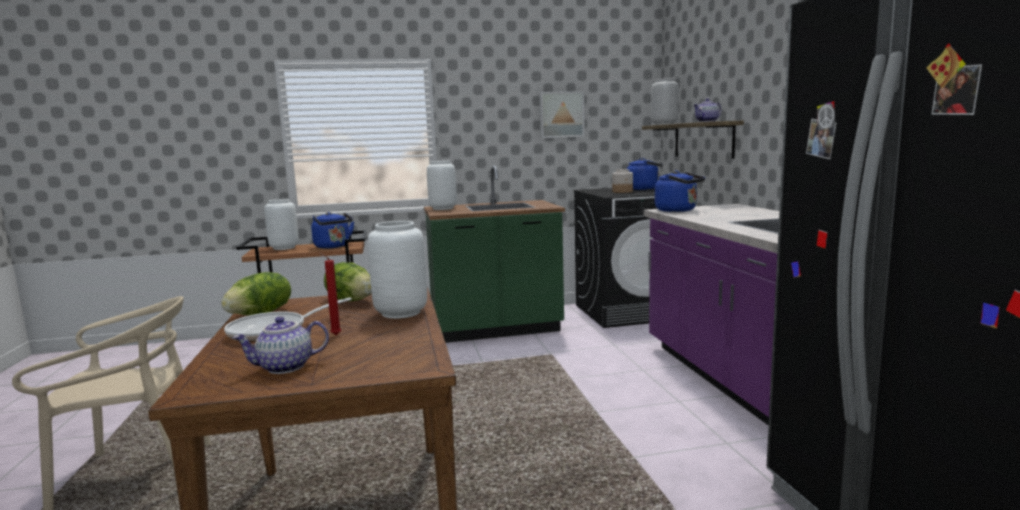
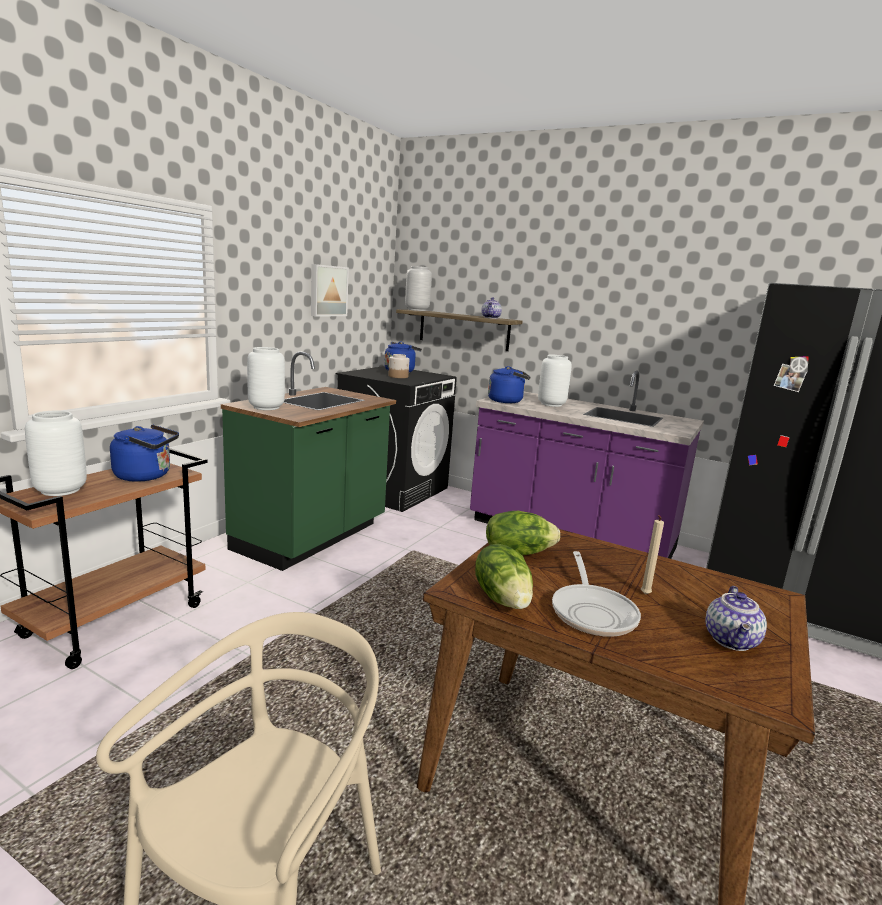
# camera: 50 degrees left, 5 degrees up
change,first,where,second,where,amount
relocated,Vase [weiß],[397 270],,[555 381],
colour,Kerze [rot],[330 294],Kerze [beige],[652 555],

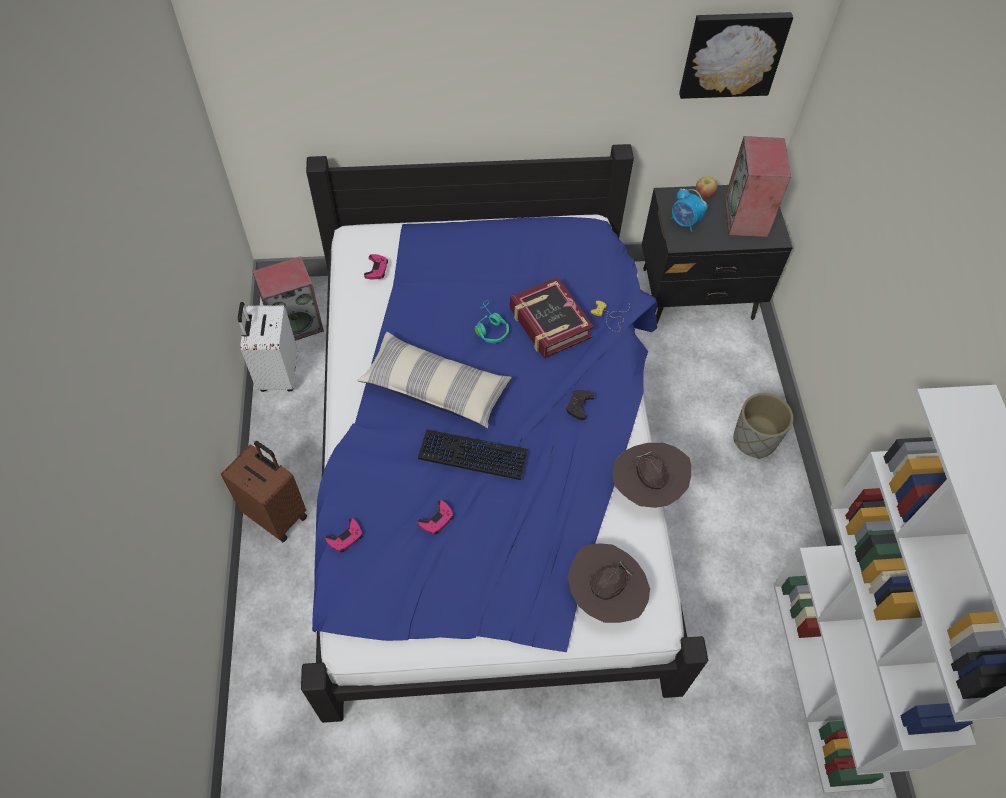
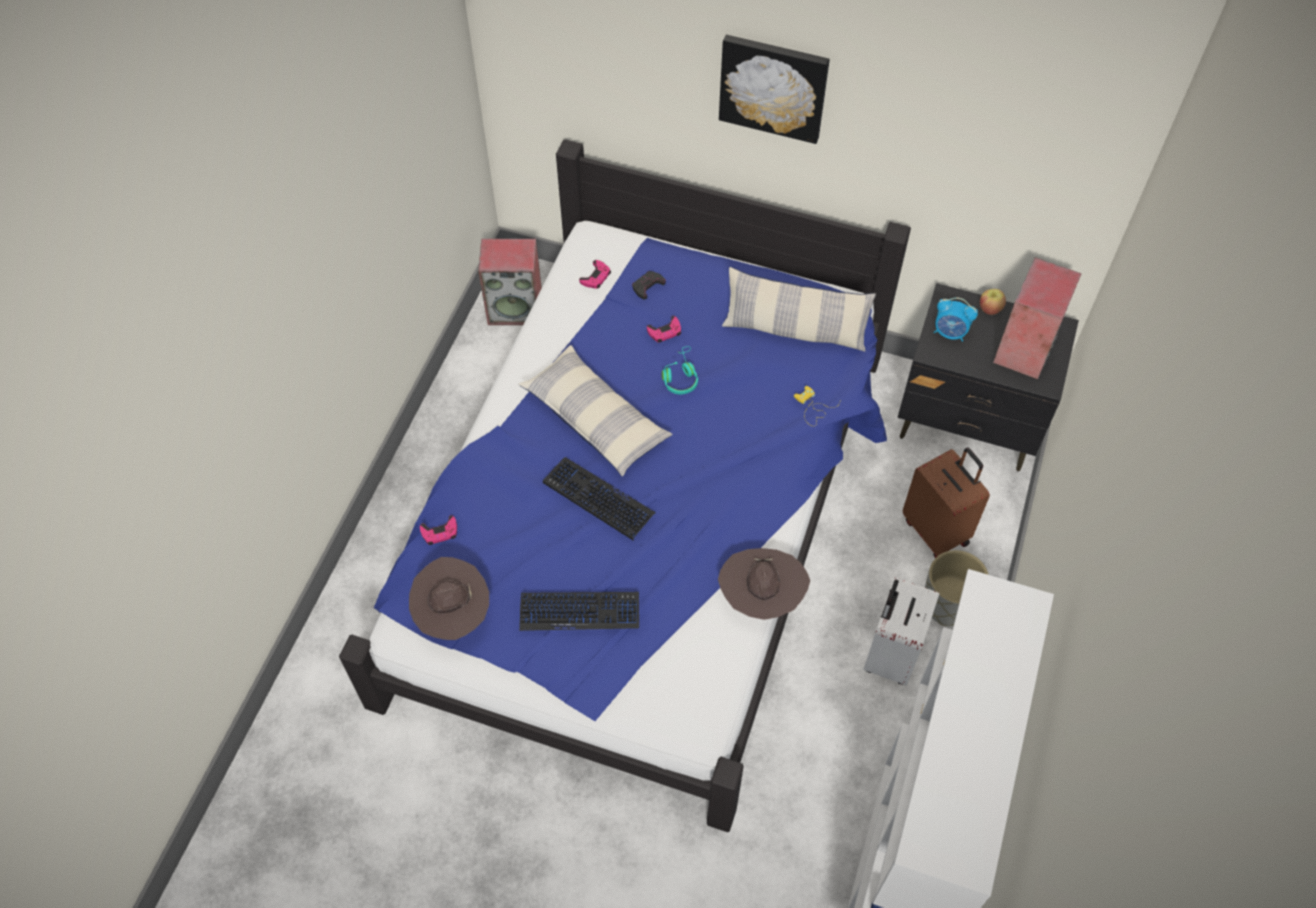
# camera: 25 degrees right, 0 degrees up
change,first,where,second,where,amount
missing,Buch,[552 317],,,
appeared,,,Tastatur,[579 611],
appeared,,,Kissen,[799 309],
relocated,Koffer [braun],[264 491],,[946 503],
relocated,Koffer [weiß],[267 347],,[901 631],
relocated,Gamepad [rosa],[436 517],,[664 329],
relocated,Gamepad [schwarz],[580 405],,[649 285],
relocated,Hut [braun],[609 583],,[449 598],
relocated,Bild,[736 55],,[774 89],
spun,Wecker,[689 210],,[955 319],45 degrees counterclockwise

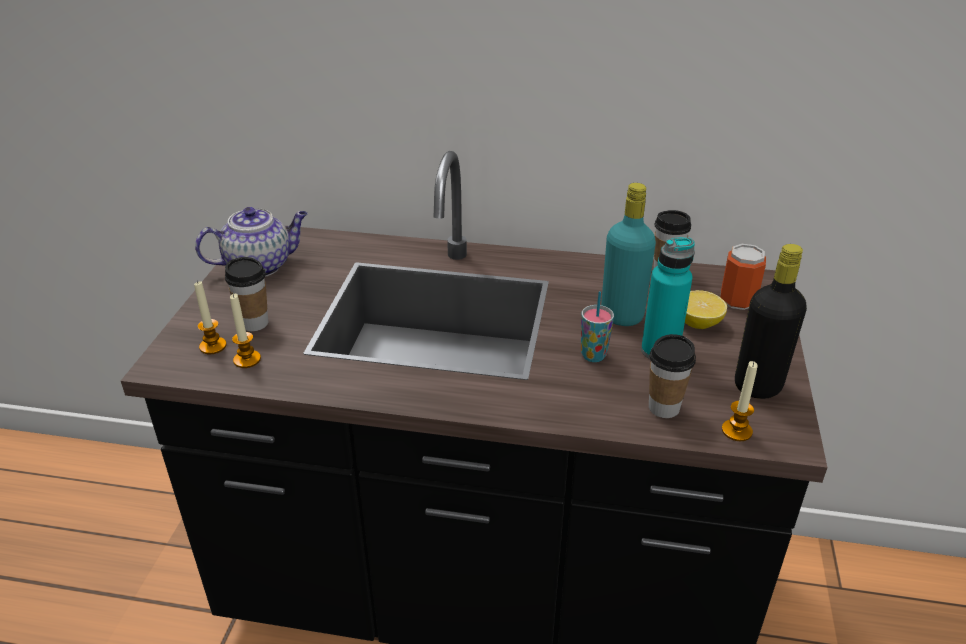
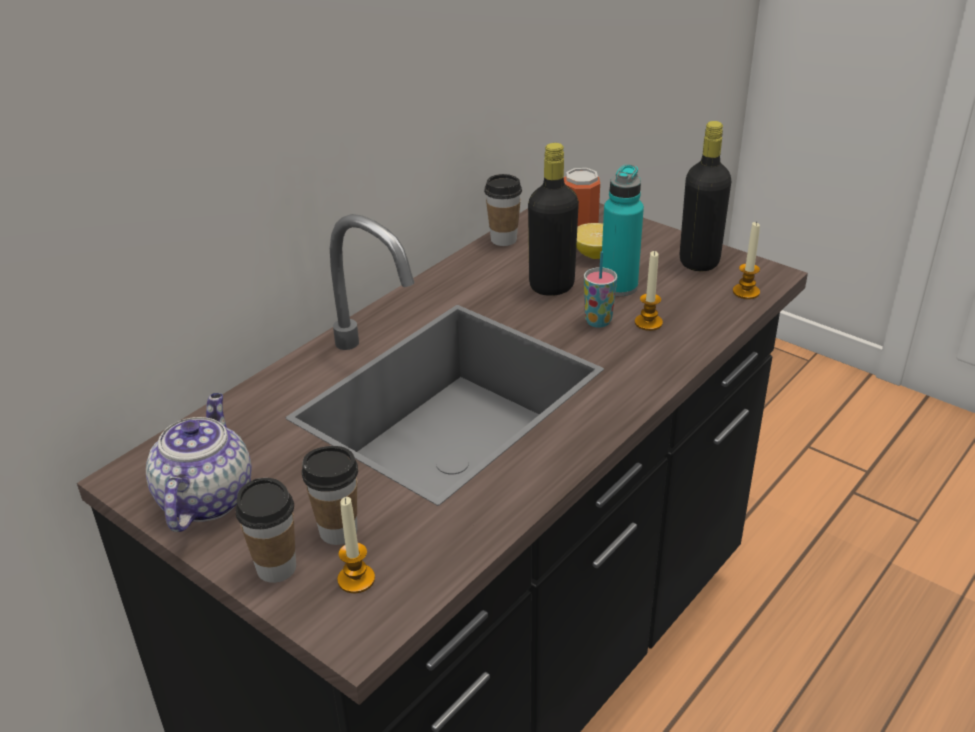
# camera: 60 degrees left, 0 degrees up
change,first,where,second,where,amount
relocated,Kerze,[245 331],,[649 291],
relocated,Tasse,[672 376],,[266 530],
colour,Flasche [türkis],[628 254],Flasche [schwarz],[553 219],

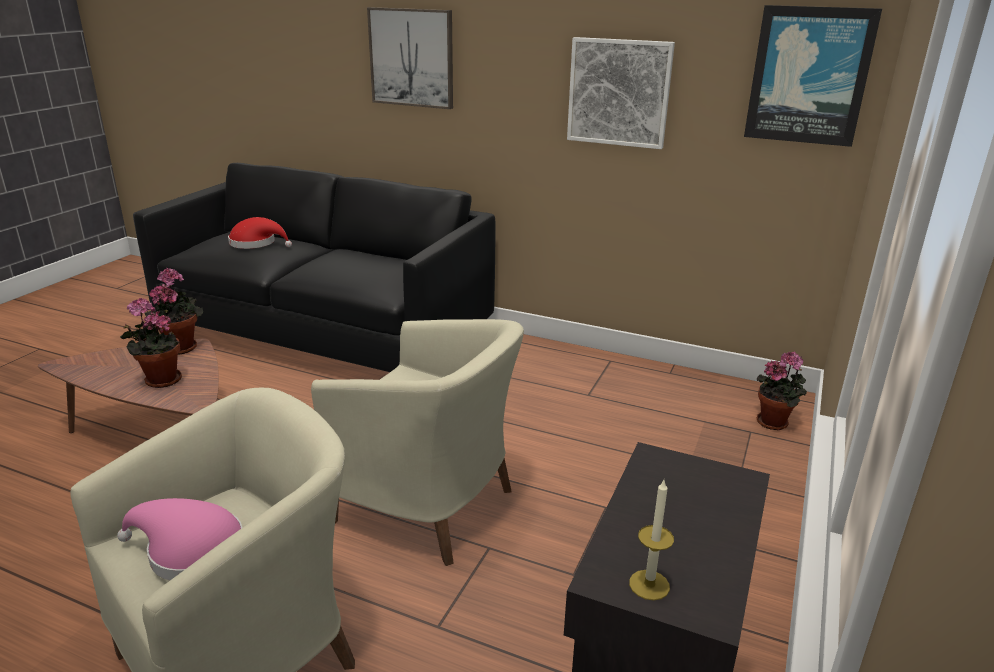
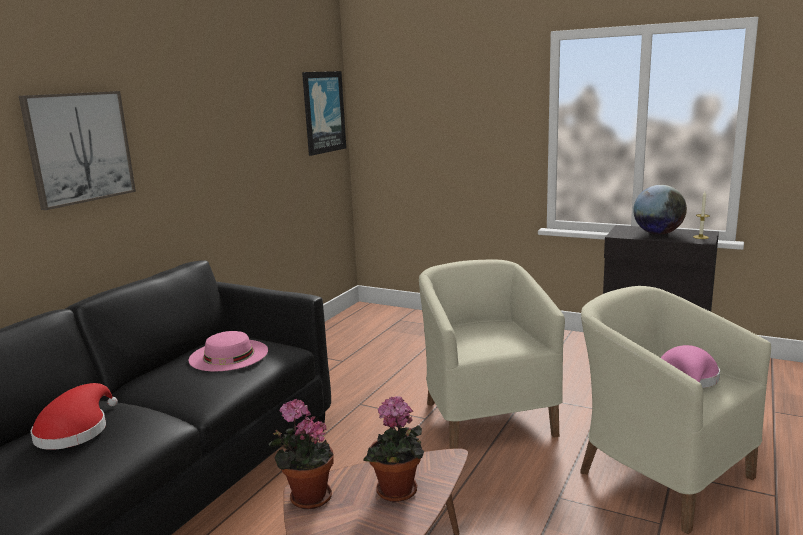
# camera: 85 degrees left, 10 degrees down
change,first,where,second,where,amount
missing,Bild,[621 93],,,
missing,Topfpflanze,[782 391],,,
appeared,,,Hut [rosa],[228 351],
appeared,,,Globus,[660 209],
spun,Sessel [beige],[417 442],,[492 354],45 degrees counterclockwise

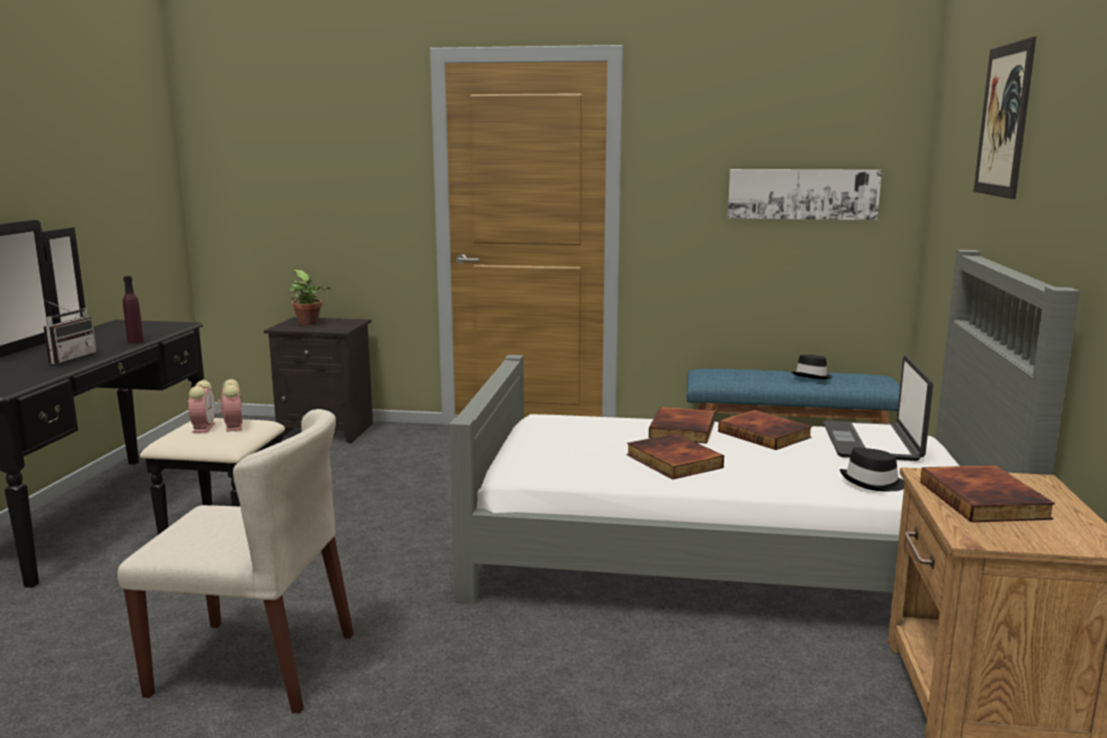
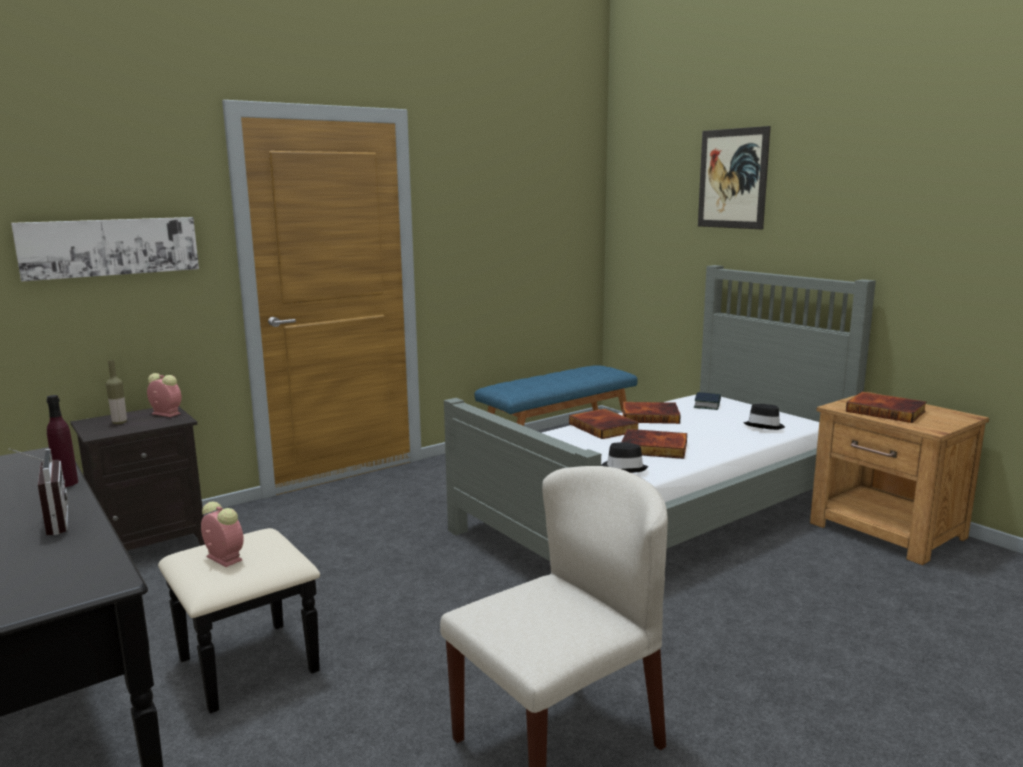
# camera: 45 degrees left, 0 degrees up
change,first,where,second,where,amount
relocated,Wecker,[230 405],,[164 395],
relocated,Bild,[805 194],,[105 249],
relocated,Hut [schwarz],[812 367],,[624 457],
exchanged,Topfpflanze,[310 297],Flasche,[116 392],
exchanged,Laptop,[878 408],Buch,[707 401],

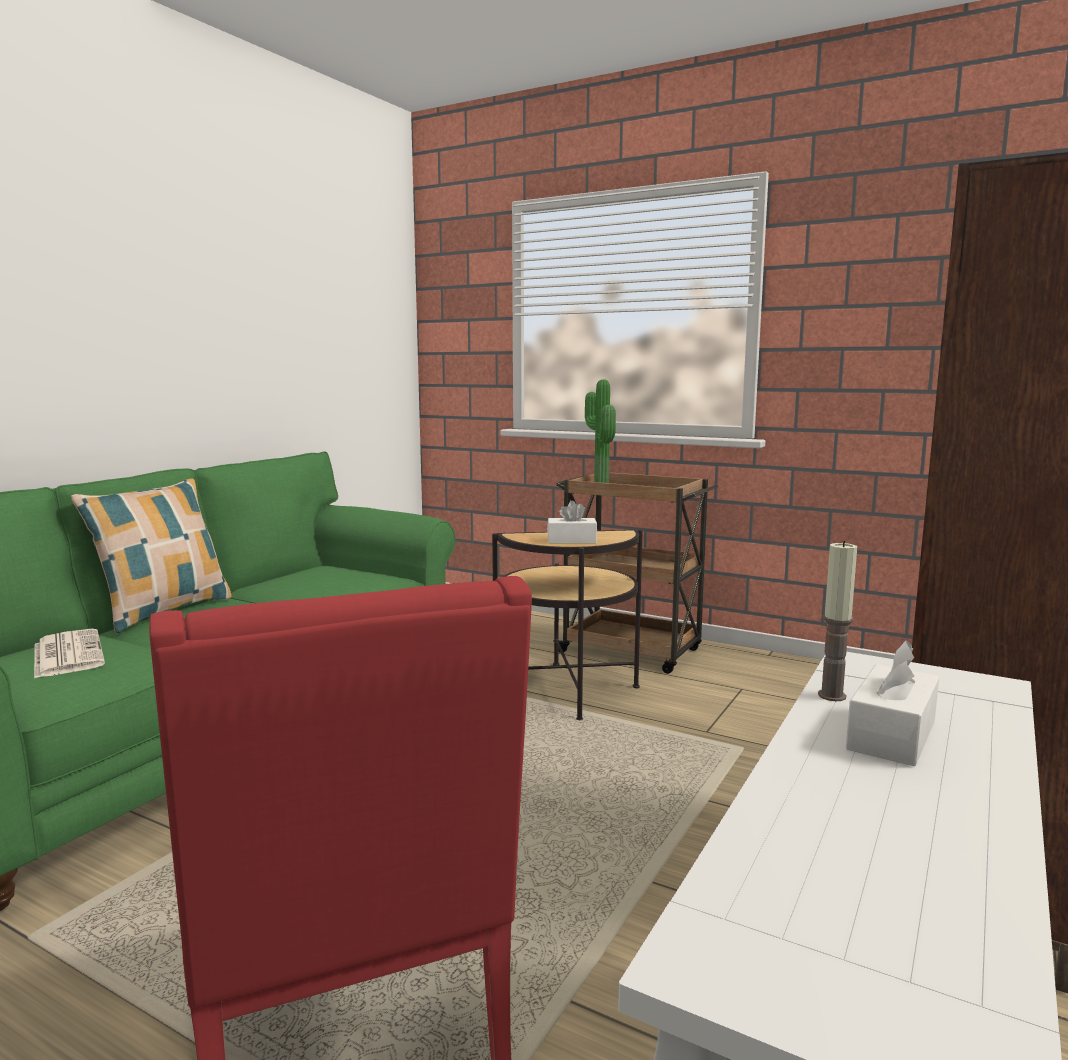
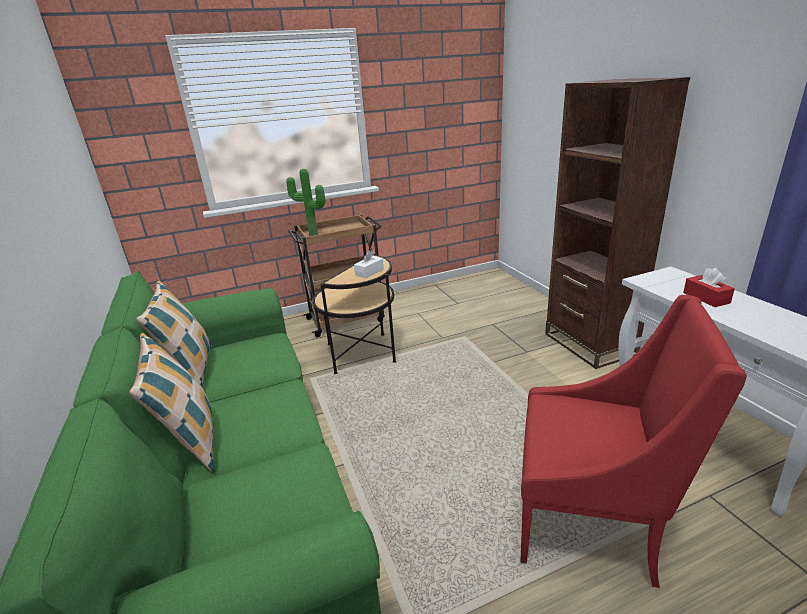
# camera: 50 degrees left, 15 degrees up
change,first,where,second,where,amount
missing,Zeitung,[69 654],,,
missing,Kerze,[837 621],,,
appeared,,,Kissen,[174 334],
colour,Taschentuchbox [weiß],[892 703],Taschentuchbox [rot],[709 287],

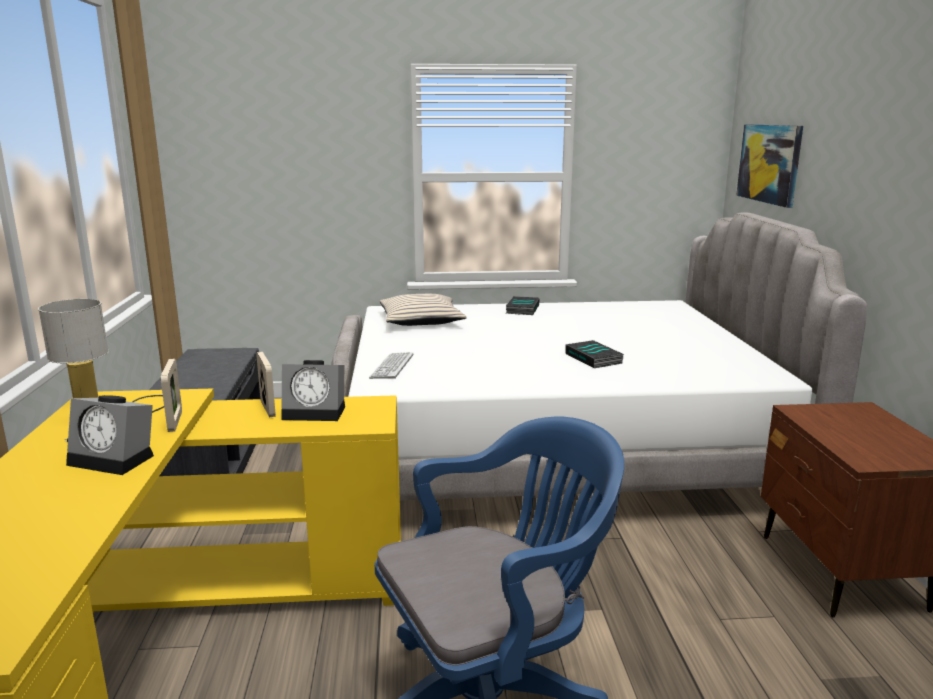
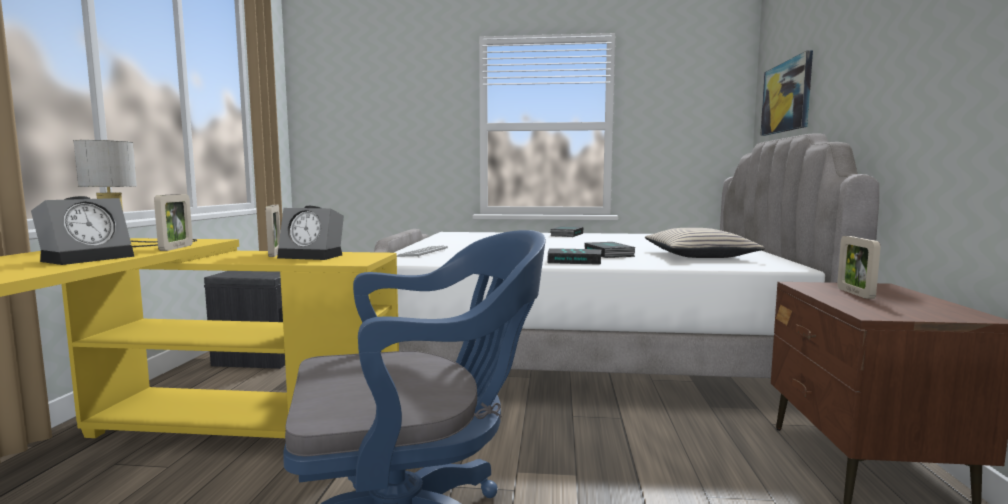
# camera: 10 degrees right, 10 degrees down
change,first,where,second,where,amount
appeared,,,Buch,[574 256],
appeared,,,Bilderrahmen,[859 267],
relocated,Kissen [beige],[423 310],,[705 243],
spun,Wecker,[110 435],,[83 230],90 degrees counterclockwise

